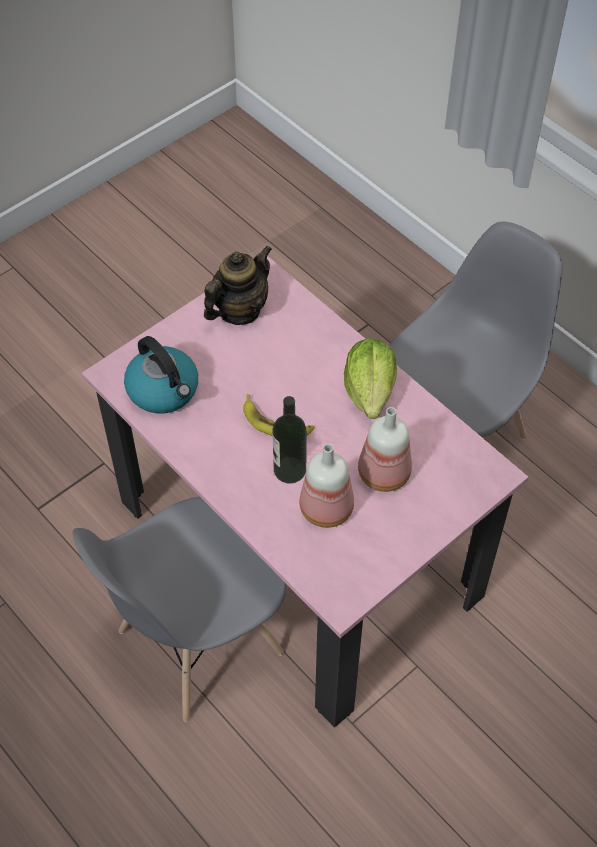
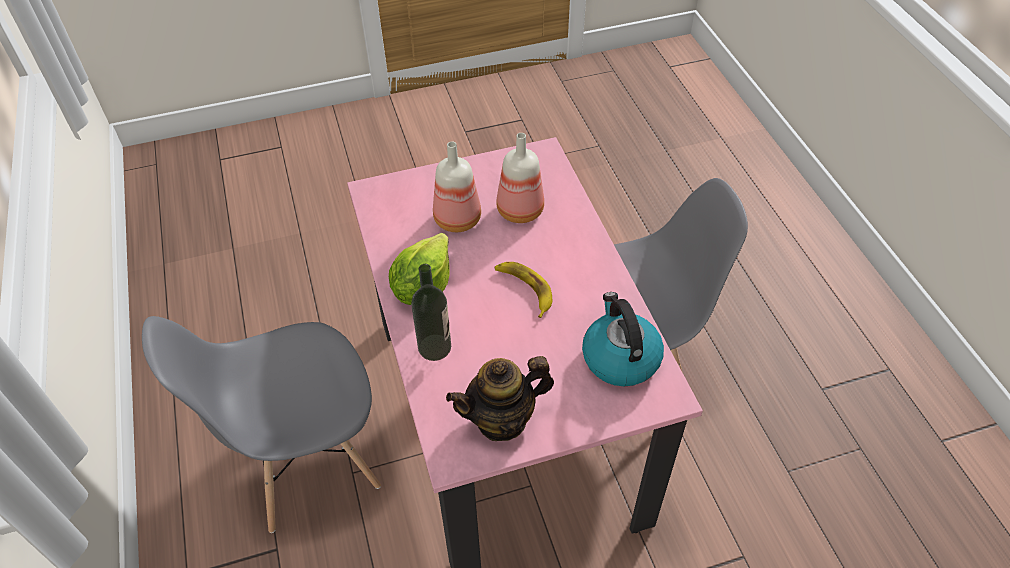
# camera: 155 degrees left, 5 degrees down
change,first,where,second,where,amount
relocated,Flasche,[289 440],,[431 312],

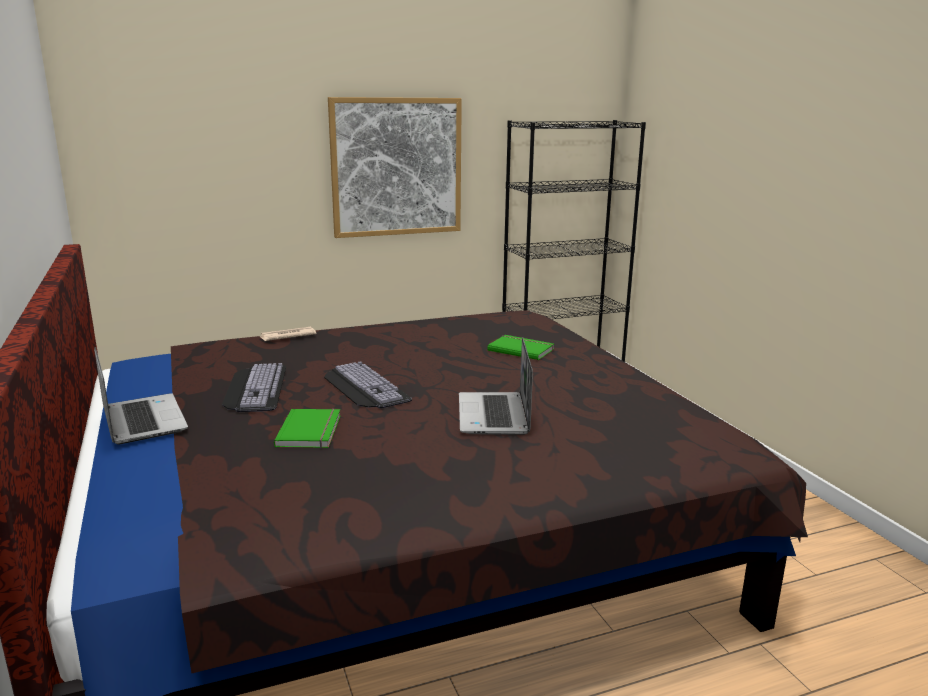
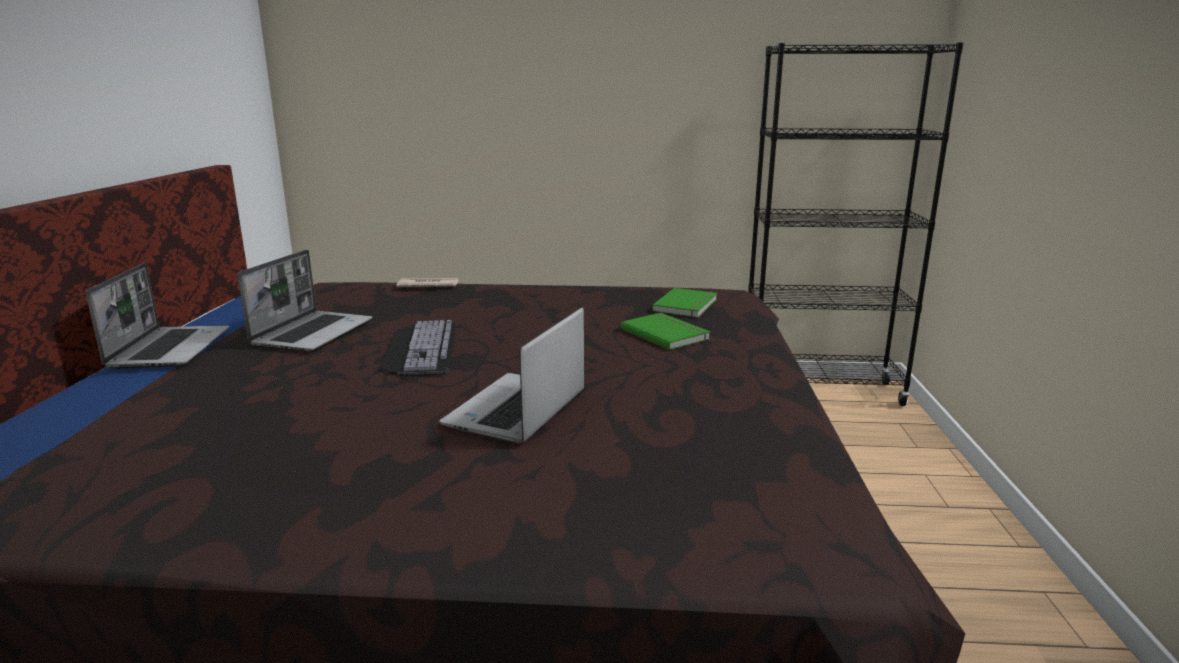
# camera: 25 degrees right, 0 degrees up
change,first,where,second,where,amount
missing,Bild,[395 167],,,
relocated,Buch [grün],[307 428],,[684 303],
exchanged,Tastatur,[254 387],Laptop,[305 301],

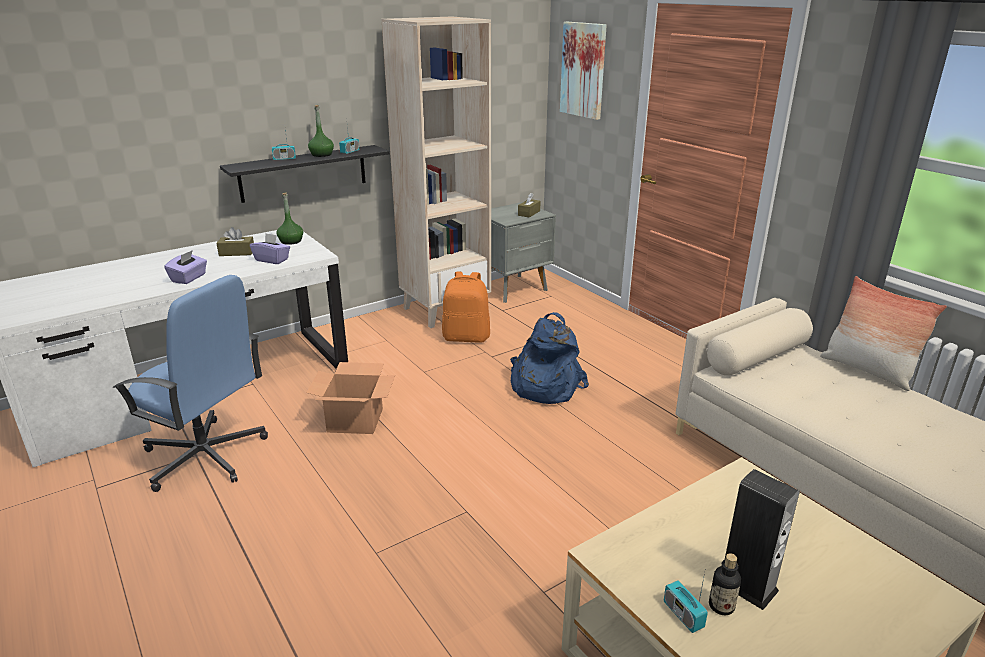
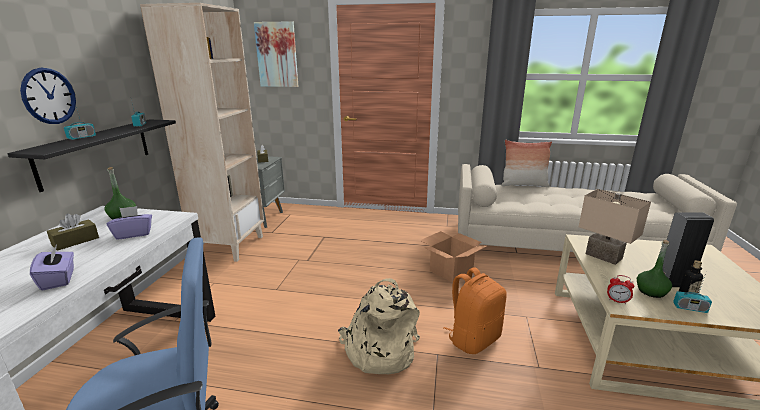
# camera: 45 degrees left, 5 degrees down
change,first,where,second,where,amount
missing,Rucksack [blau],[549 358],,,
appeared,,,Wanduhr,[48 96],
appeared,,,Rucksack [beige],[379 326],
appeared,,,Tischlampe [beige],[615 227],
appeared,,,Wecker,[620 289],
relocated,Karton,[350 398],,[453 257],
relocated,Flasche [grün],[321 131],,[654 269],
relocated,Rucksack [orange],[466 307],,[475 310],

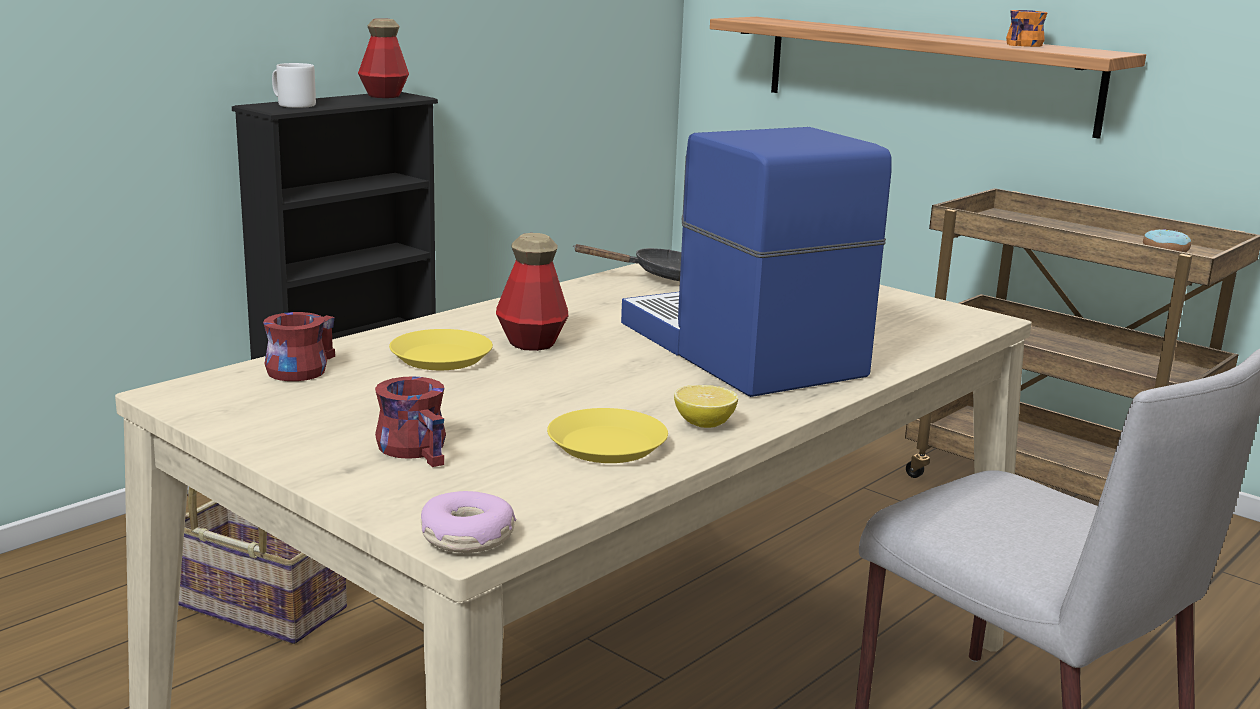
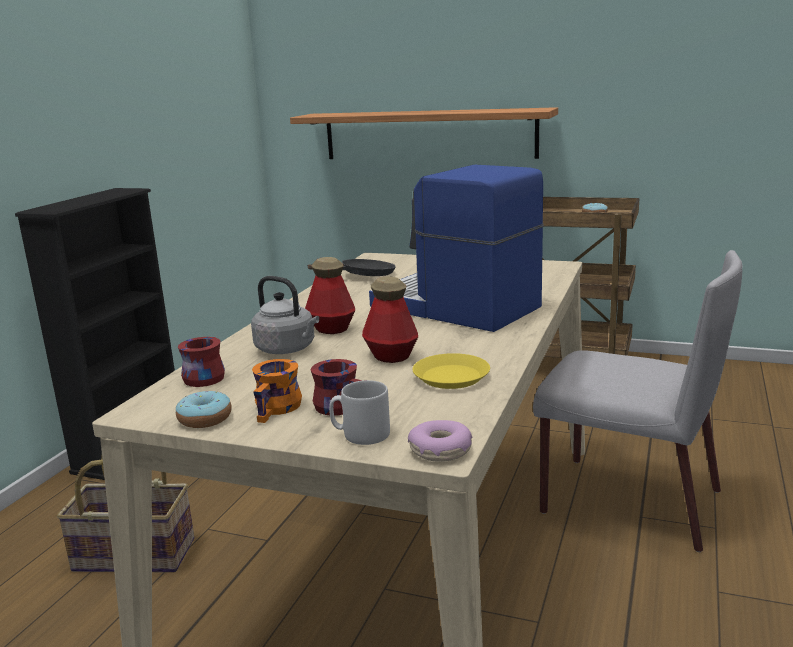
# camera: 20 degrees left, 0 degrees up
change,first,where,second,where,amount
missing,Zitrone,[706 406],,,
appeared,,,Donut,[204 409],
relocated,Henkelbecher [grau],[294 85],,[359 412],
relocated,Flasche,[383 58],,[390 319],
relocated,Henkelbecher [orange],[1027 28],,[277 391],
exchanged,Teller [gelb],[441 349],Wasserkessel [grau],[285 315],

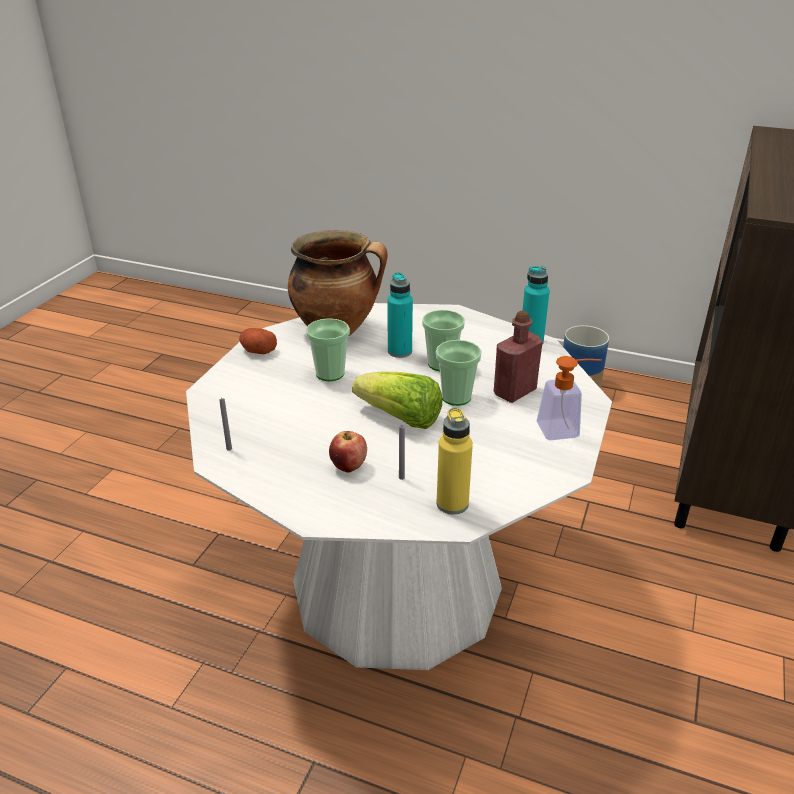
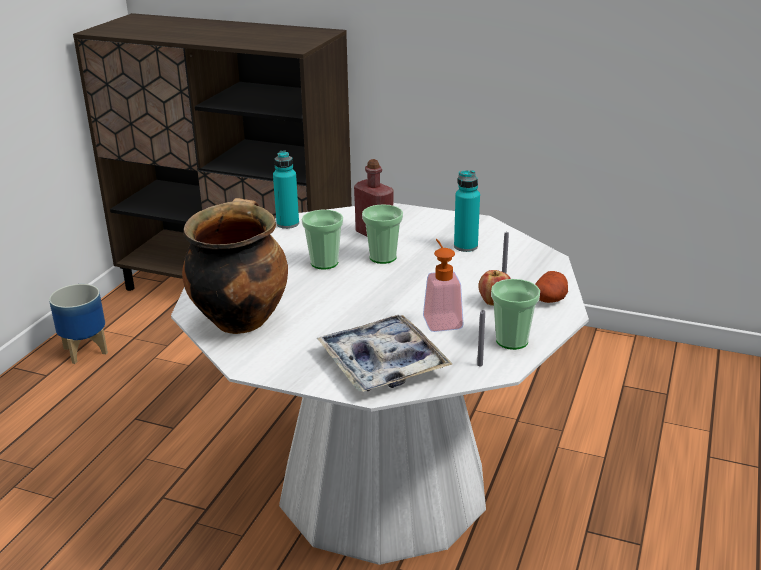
# camera: 90 degrees left, 5 degrees down
change,first,where,second,where,amount
missing,Salatkopf,[397 400],,,
missing,Flasche [gelb],[455 461],,,
appeared,,,Tablett,[384 353],
relocated,Kartoffel,[258 341],,[551 287],
relocated,Tasse,[328 350],,[515 314],
relocated,Flasche [türkis],[400 315],,[467 211],
relocated,Seifenspender,[569 398],,[443 285],

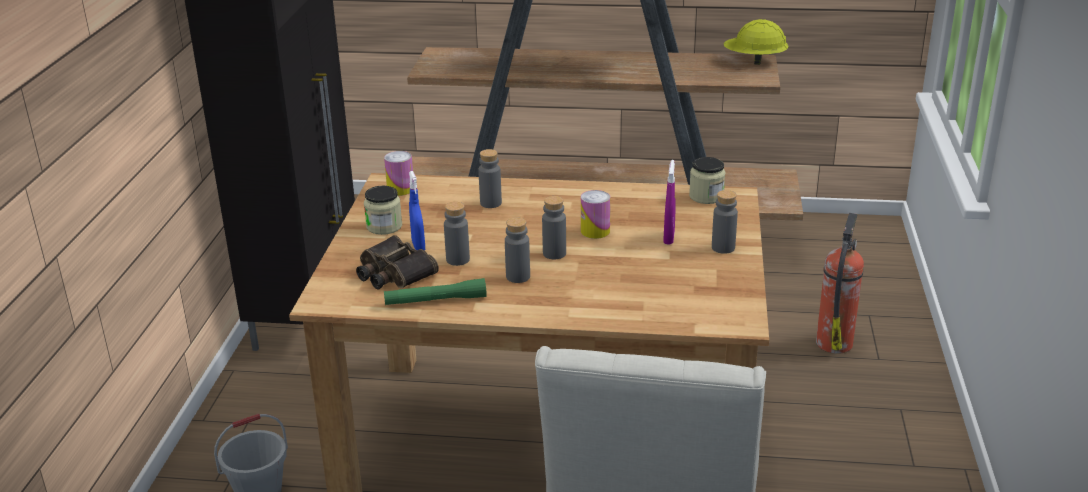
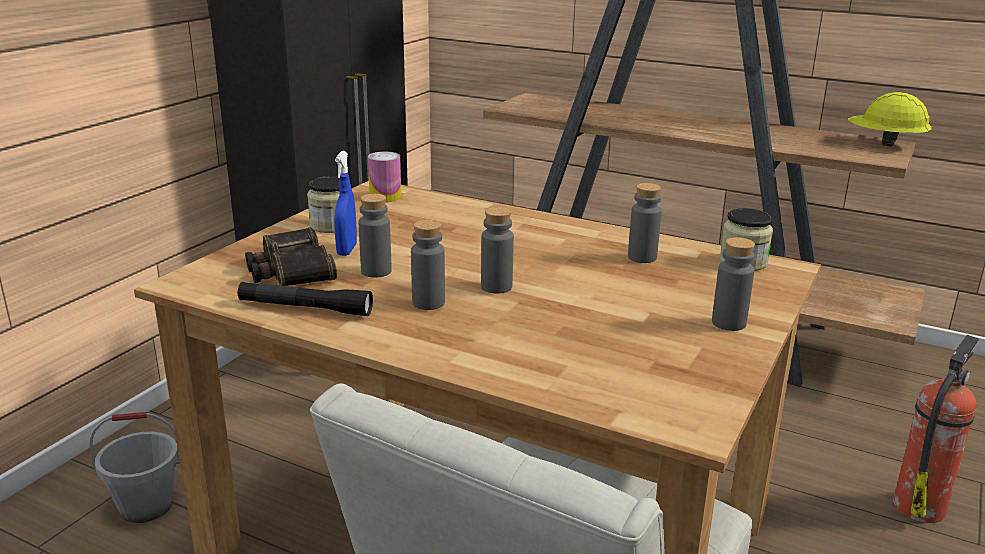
# camera: 20 degrees right, 5 degrees down
change,first,where,second,where,amount
missing,Dose,[595 214],,,
missing,Sprühflasche [lila],[669 202],,,
relocated,Flasche [grau],[490 178],,[645 223],
colour,Taschenlampe [grün],[435 291],Taschenlampe [schwarz],[305 299],

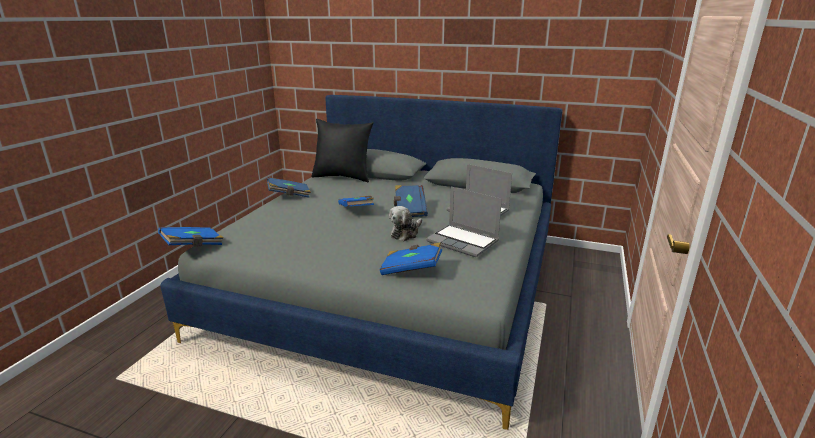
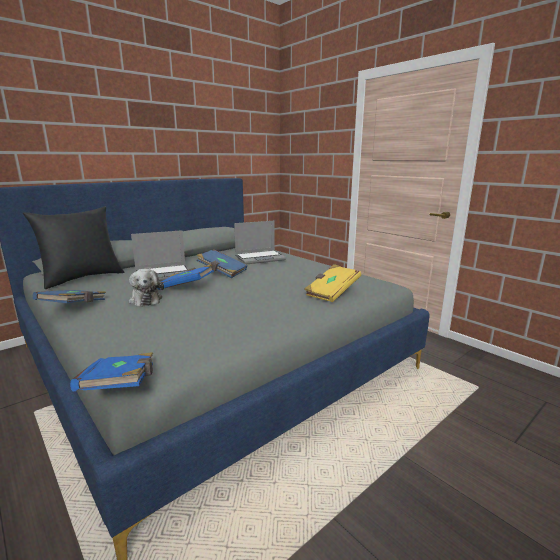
# camera: 60 degrees left, 5 degrees down
change,first,where,second,where,amount
relocated,Plüschtier,[405 223],,[146 288],
relocated,Laptop,[464 222],,[159 255],
colour,Buch [blau],[411 258],Buch [gelb],[333 283],

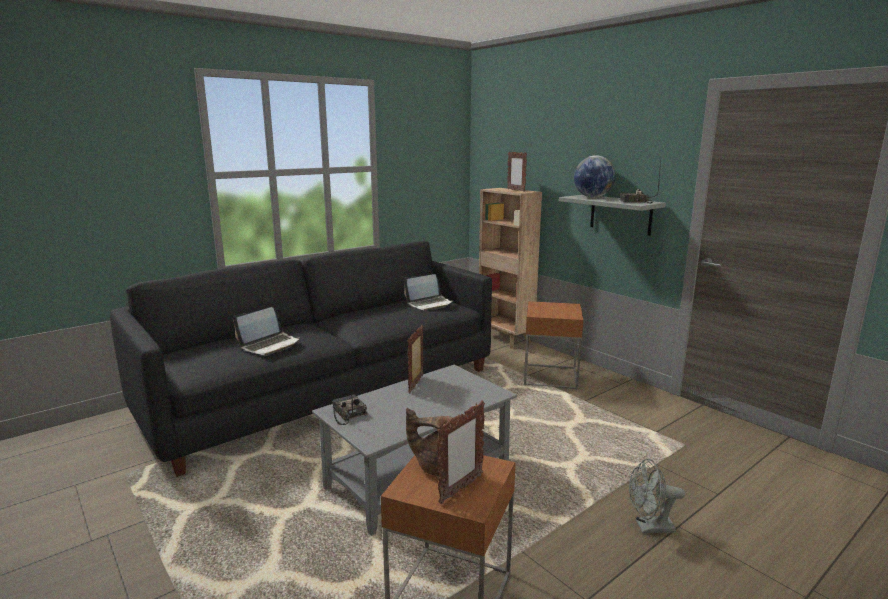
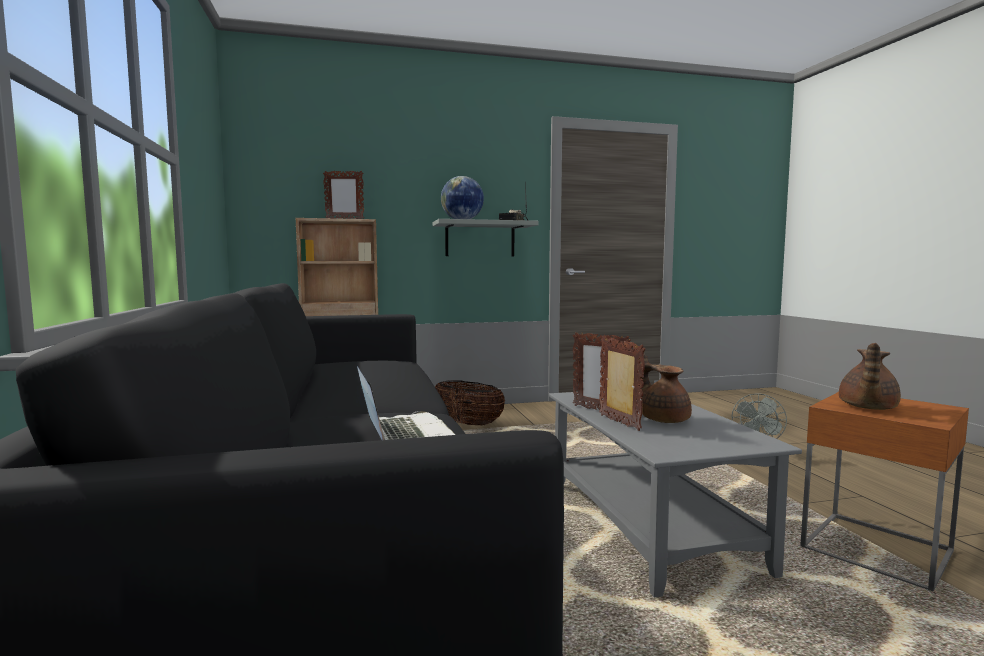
# camera: 65 degrees left, 10 degrees down
change,first,where,second,where,amount
missing,Radio,[350 401],,,
missing,Laptop,[428 292],,,
appeared,,,Teekanne [braun],[665 388],
relocated,Bilderrahmen,[461 452],,[622 383],
exchanged,Beistelltisch [braun],[553 345],Korb,[470 403],

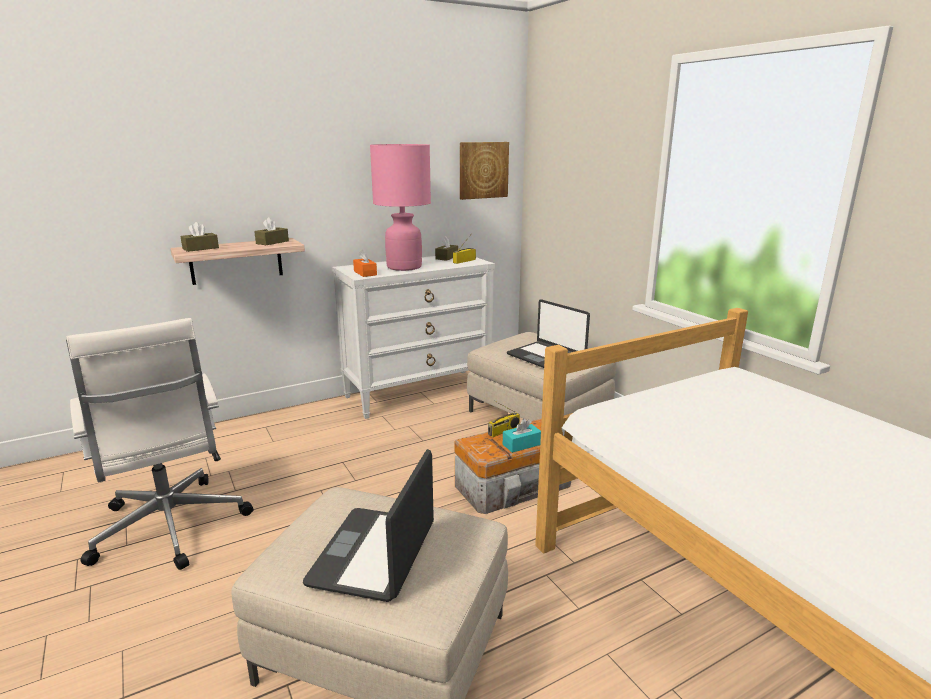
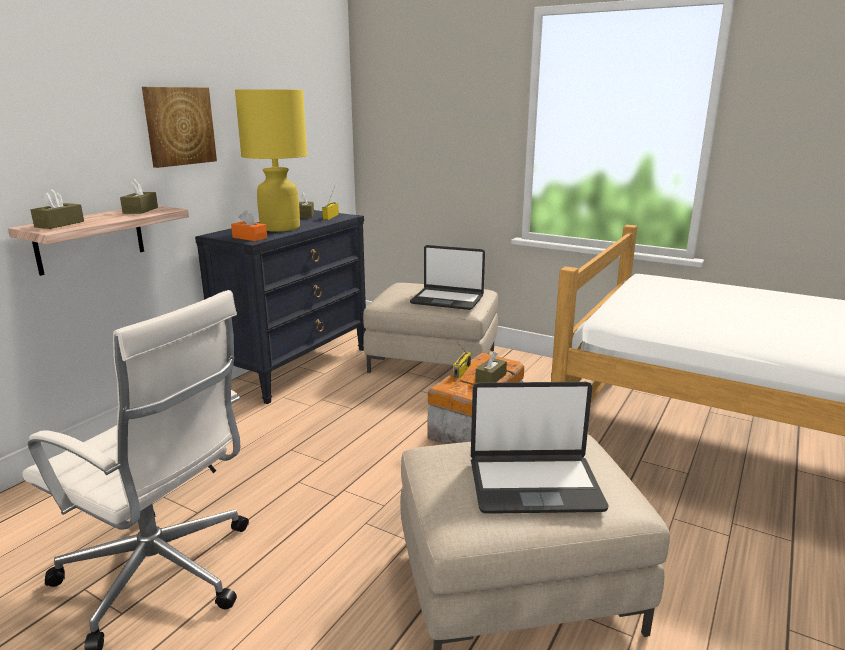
# camera: 30 degrees left, 0 degrees up
change,first,where,second,where,amount
relocated,Bild,[484 171],,[179 127],
colour,Kommode [weiß],[413 337],Kommode [schwarz],[280 307],
colour,Tischlampe [rosa],[400 207],Tischlampe [gelb],[271 160],
colour,Taschentuchbox [türkis],[522 436],Taschentuchbox [braun],[491 367],
spun,Laptop,[368 525],,[539 448],75 degrees counterclockwise

